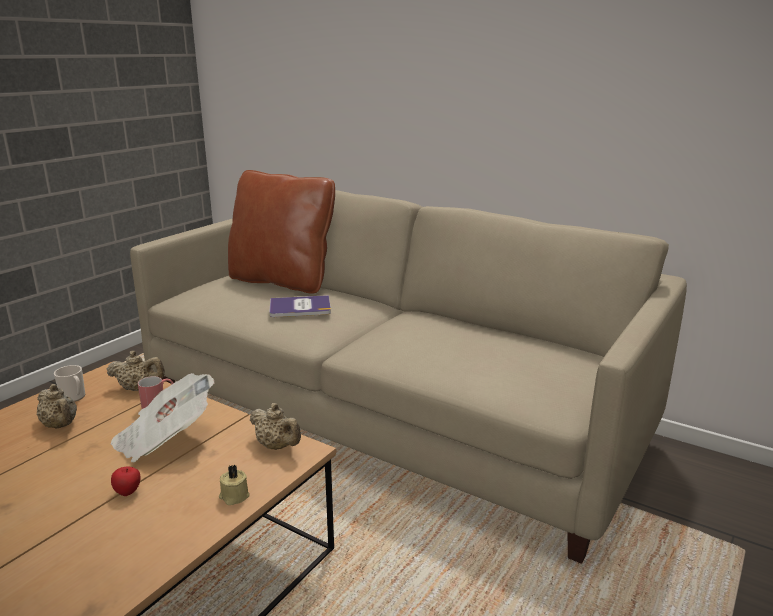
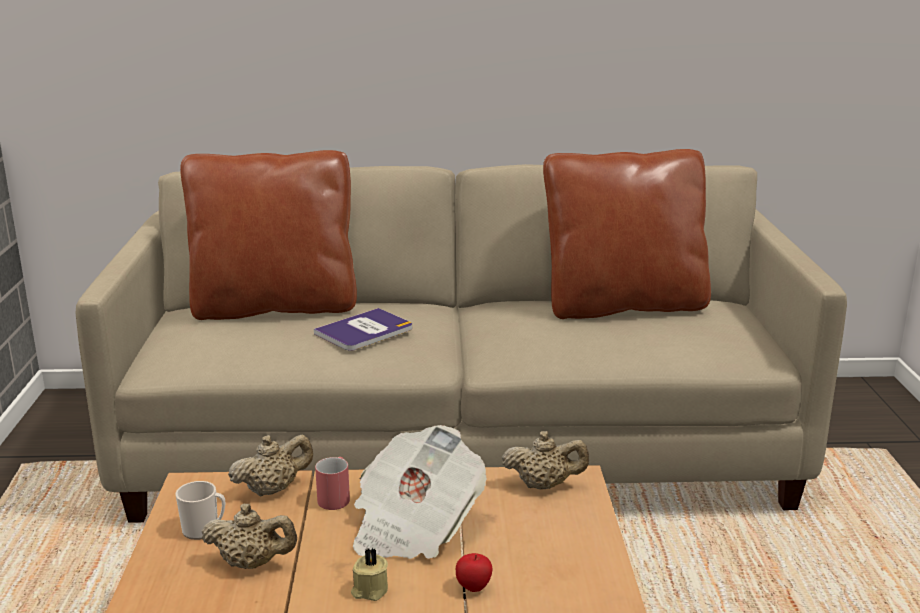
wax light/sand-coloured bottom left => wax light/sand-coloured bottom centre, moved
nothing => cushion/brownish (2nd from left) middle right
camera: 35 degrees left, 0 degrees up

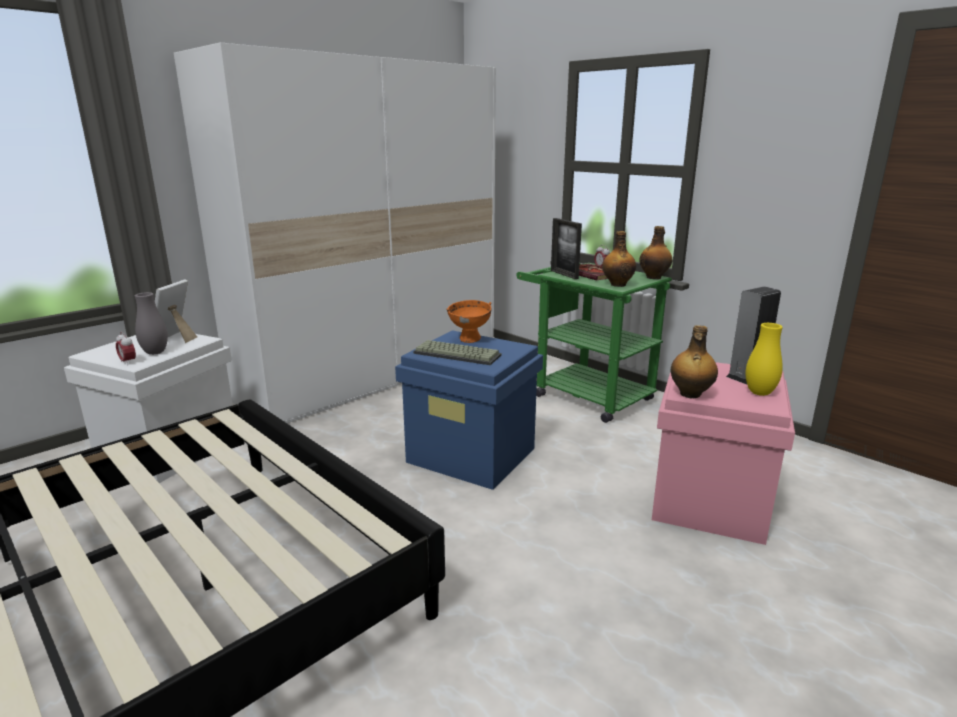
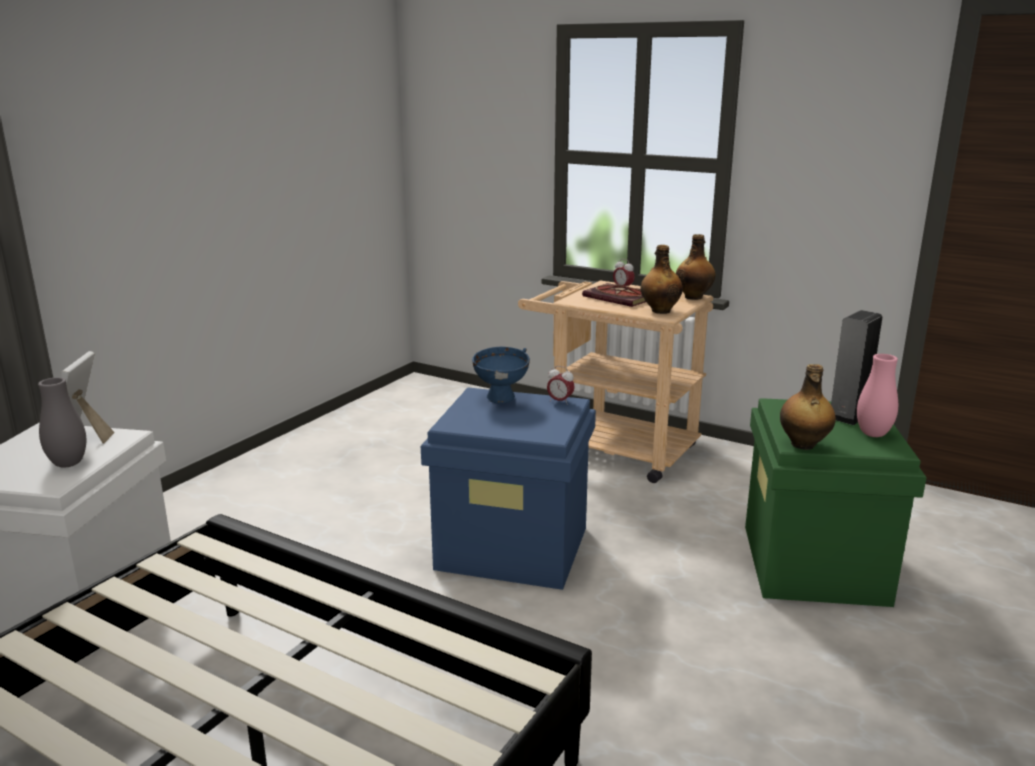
clothes cupboard/white-coloured top centre => nothing
picture frame (2nd from left) centre => nothing
cart/greenish centre => cart/sand-coloured centre
bowl/orangey centre => bowl/bluish centre
vase/yellow middle right => vase/pinkish middle right
table clock (1st from left) middle left => table clock (1st from left) centre, moved
computer keyboard centre => nothing
storage bin/pinkish middle right => storage bin/greenish middle right
camera: 15 degrees left, 0 degrees up

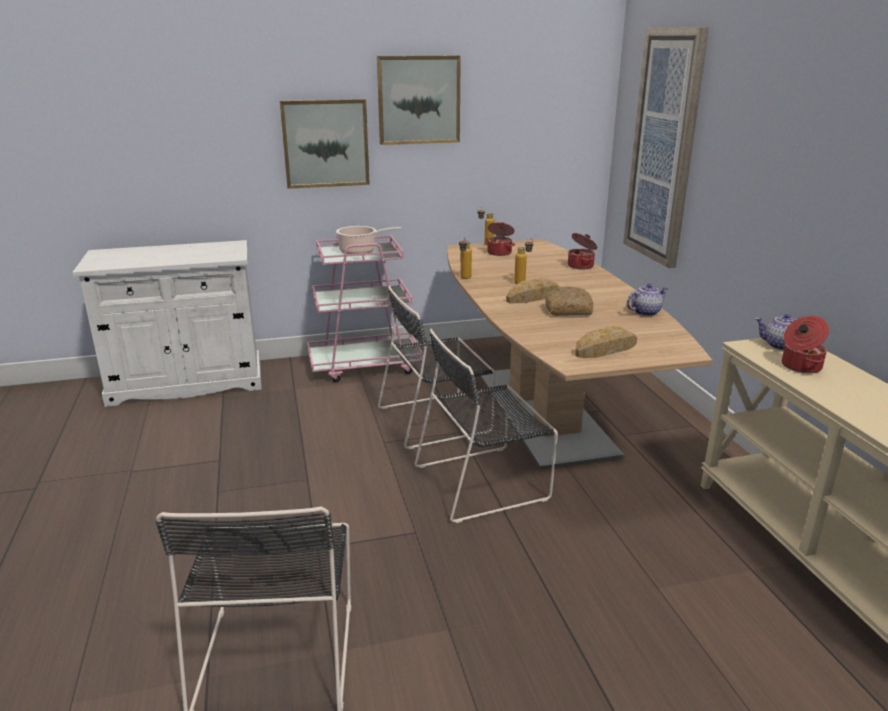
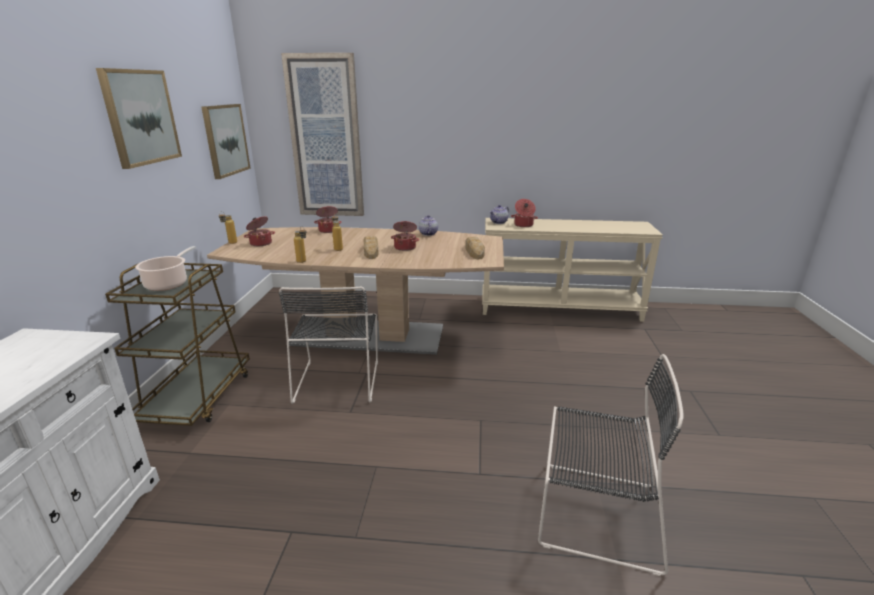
wall picture (1st from left in the first image) top centre => wall picture (2nd from left) top left, moved
cart/pinkish centre => cart/brownish middle left
baked bread (2nd from left) centre => cooking pot (4th from left) centre
plain chair/blackish (3rd from left) centre => nothing
camera: 70 degrees left, 0 degrees up

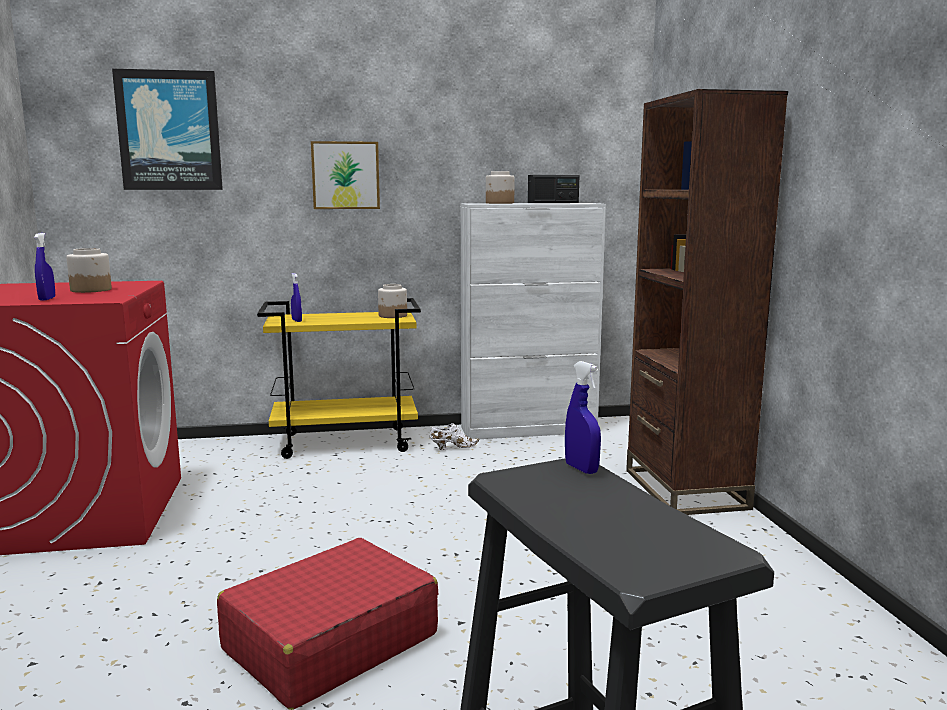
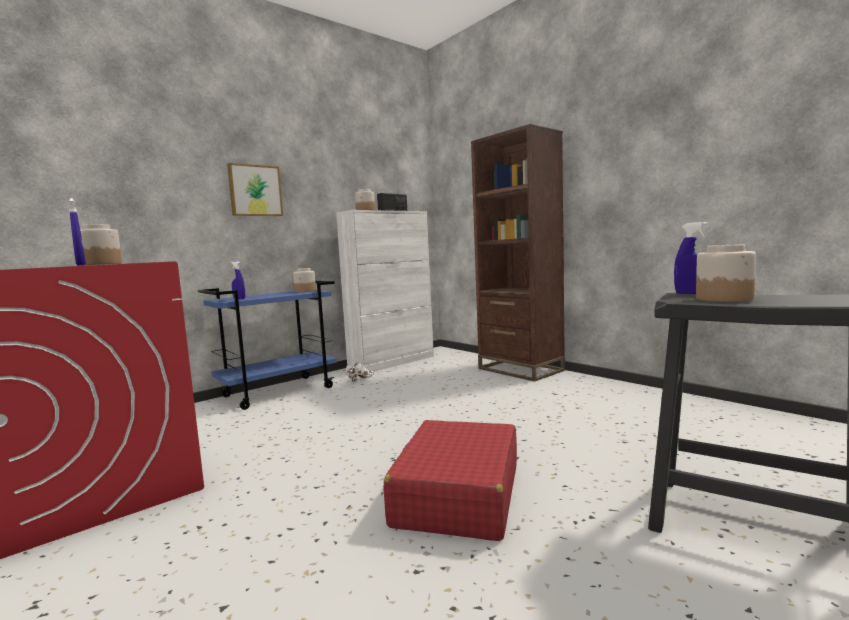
wall picture (1st from left) top left => nothing
cart/yellow centre => cart/bluish middle left
nothing => storage jar (4th from left) middle right
camera: 30 degrees left, 5 degrees down

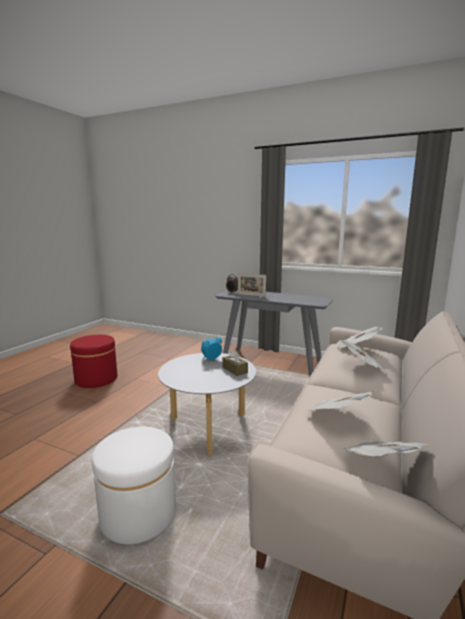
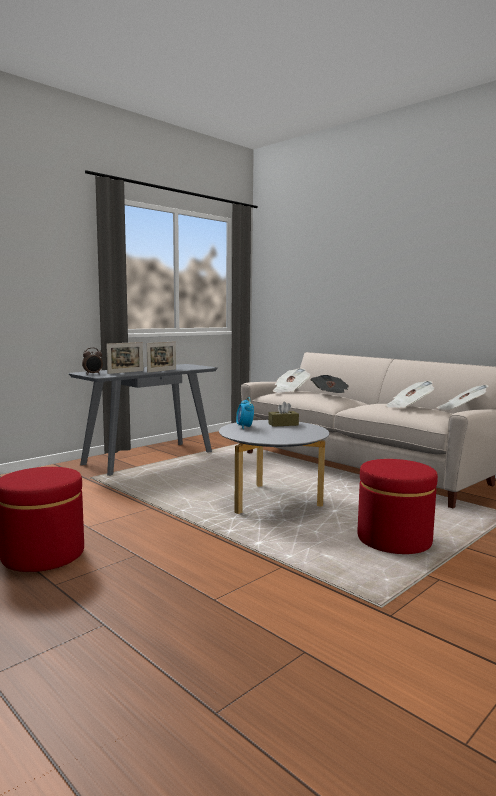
ottoman/white-coloured bottom left => ottoman/reddish (2nd from left) middle right
nothing => picture frame (2nd from left) middle left
camera: 70 degrees left, 5 degrees down

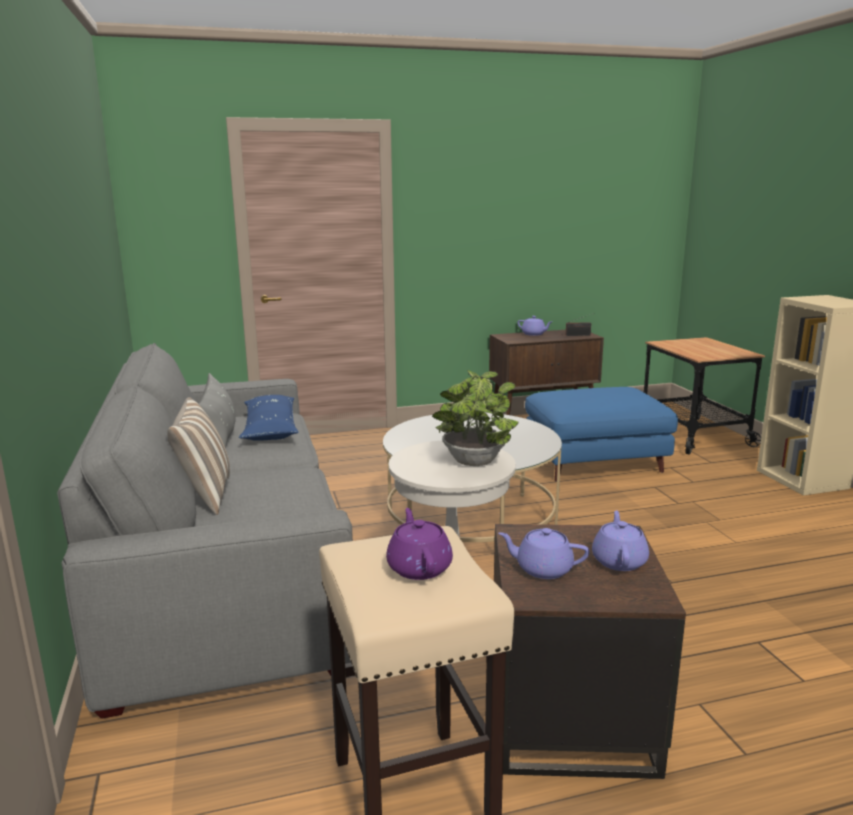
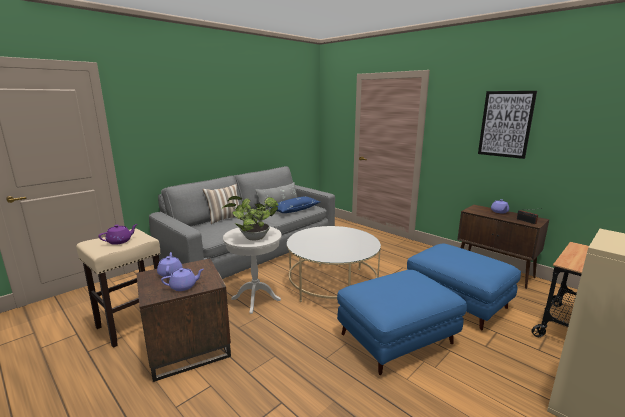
nothing => wall picture top right
nothing => ottoman/bluish (1st from left) bottom centre
camera: 60 degrees right, 0 degrees up

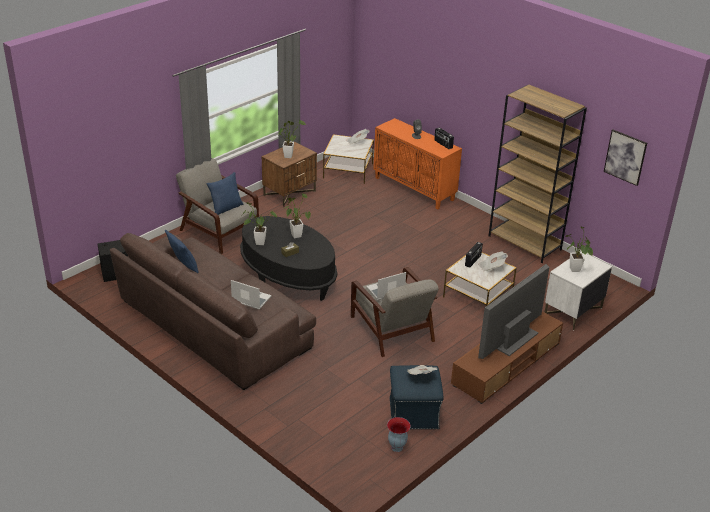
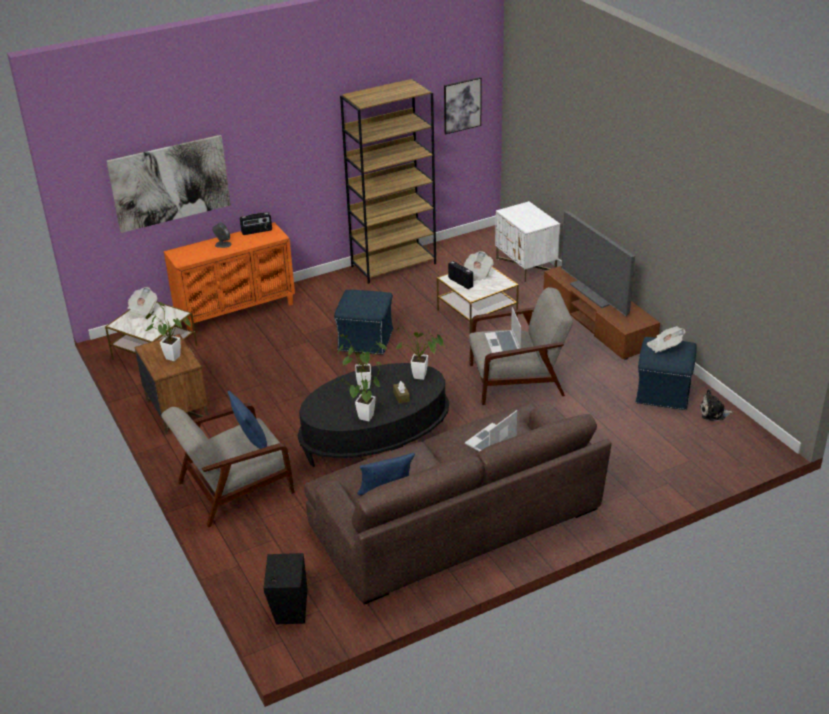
potted plant (4th from left) middle right => potted plant (4th from left) centre, moved
vase bottom centre => cuddly toy middle right
nothing => wall picture (1st from left) top left
nothing => ottoman/bluish (1st from left) centre
camera: 70 degrees left, 0 degrees up

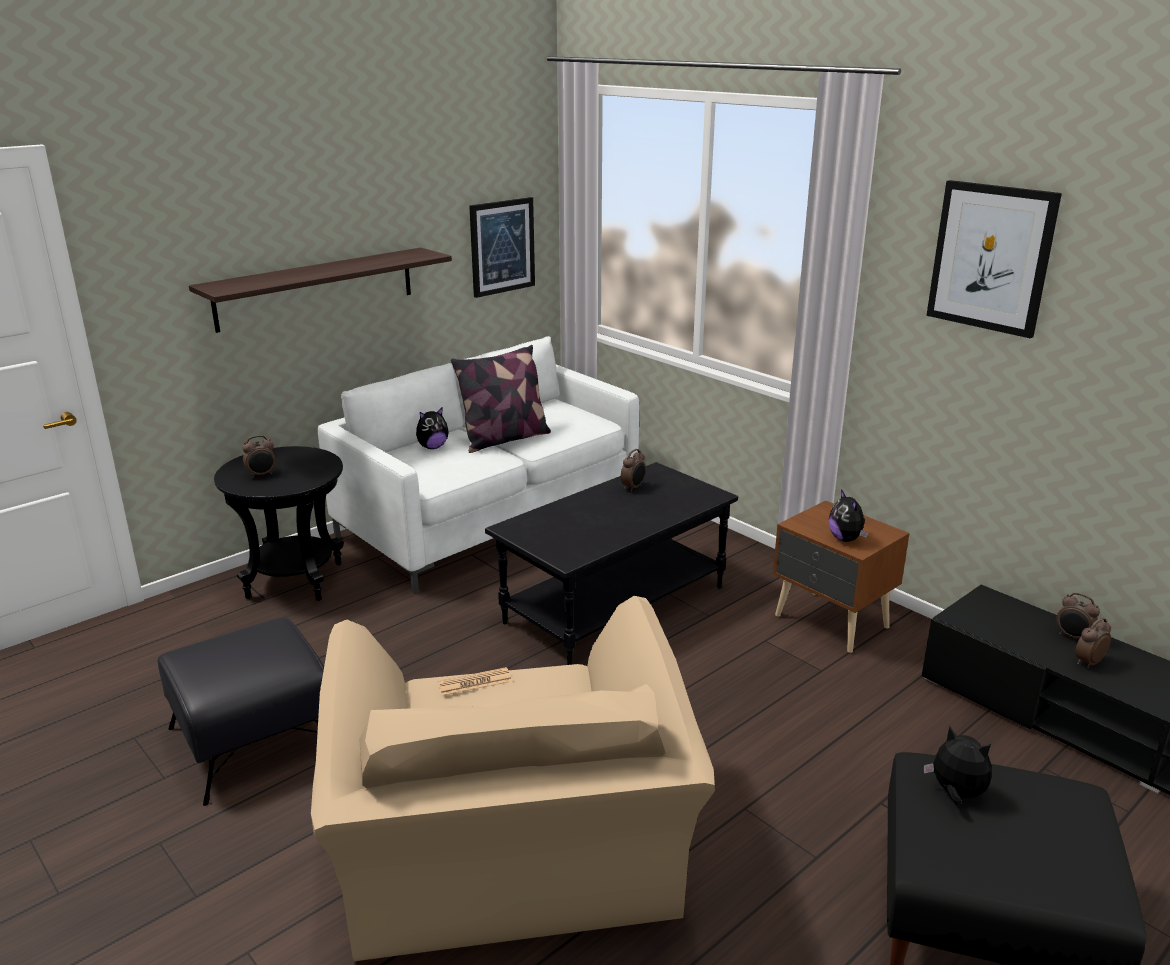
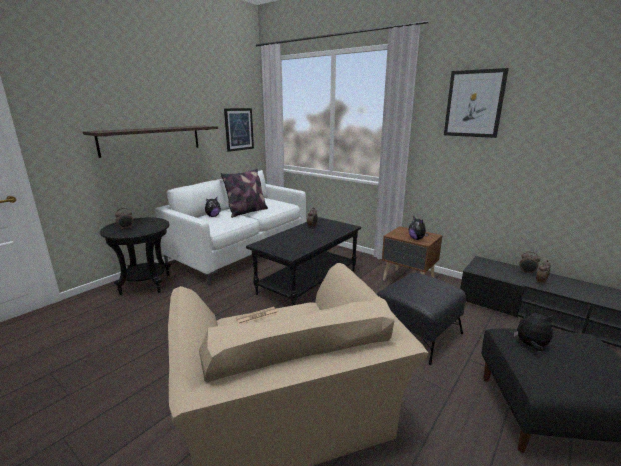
ottoman/blackish (1st from left) bottom left => ottoman/blackish (1st from left) bottom right, moved
camera: 10 degrees left, 5 degrees down

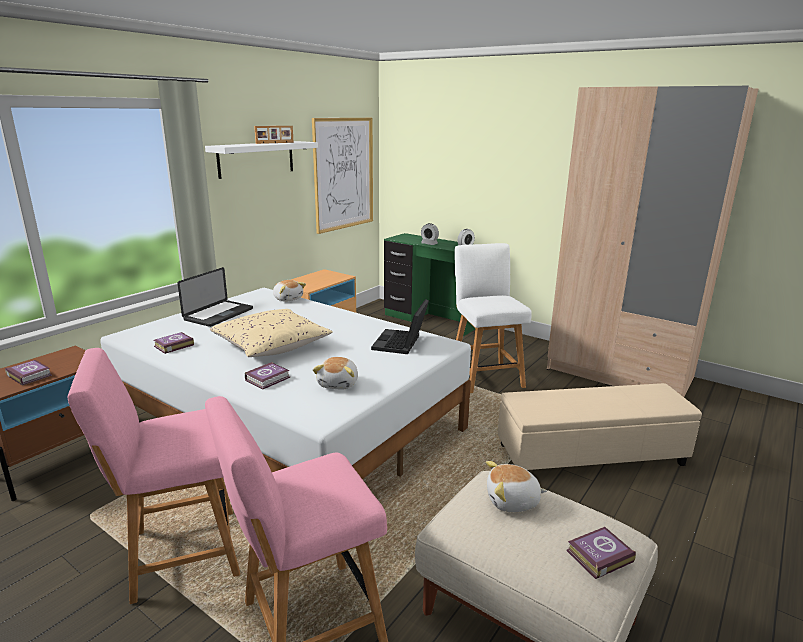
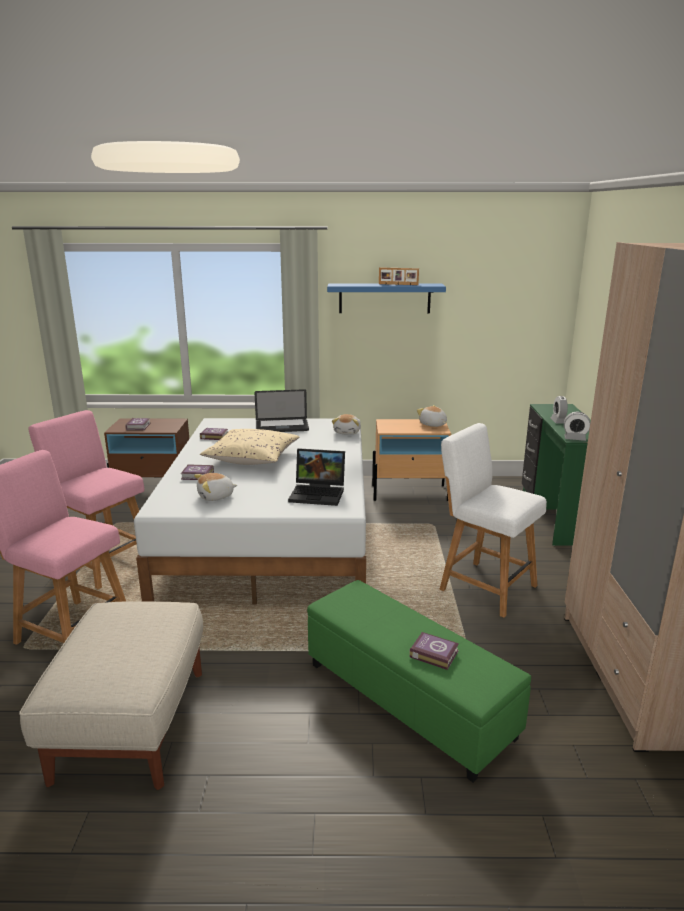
wall picture top centre => nothing
shelf/white-coloured top left => shelf/bluish top centre
plain chair/white-coloured centre => plain chair/white-coloured middle right, 90 degrees counterclockwise
laptop (2nd from left) centre, 150 degrees counterclockwise
ottoman/sand-coloured (2nd from left) middle right => ottoman/greenish bottom centre
cuddly toy (3rd from left) bottom centre => cuddly toy (3rd from left) centre, moved
book (4th from left) bottom right => book (4th from left) bottom centre, moved
camera: 55 degrees right, 0 degrees up

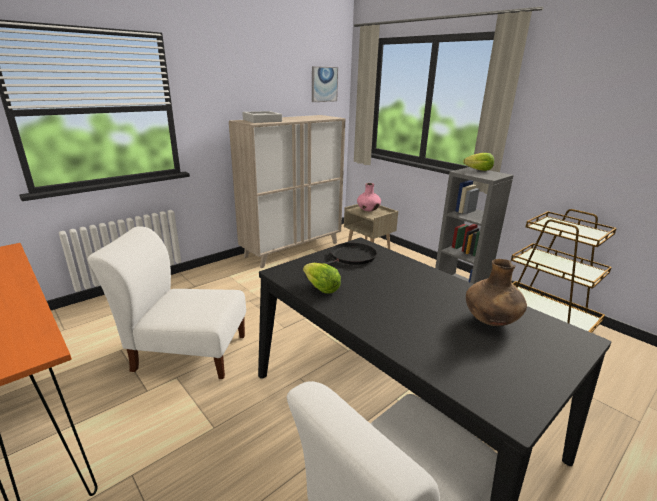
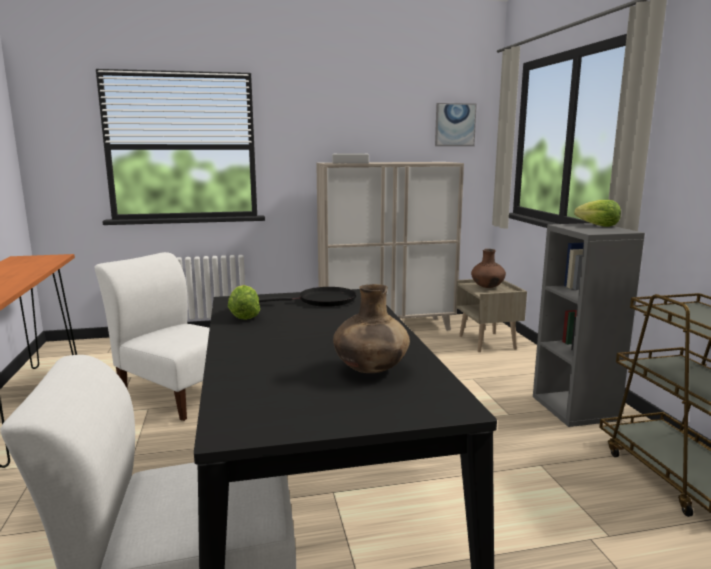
vase/pinkish centre => vase/brownish (2nd from left) middle right
camera: 30 degrees right, 10 degrees down

